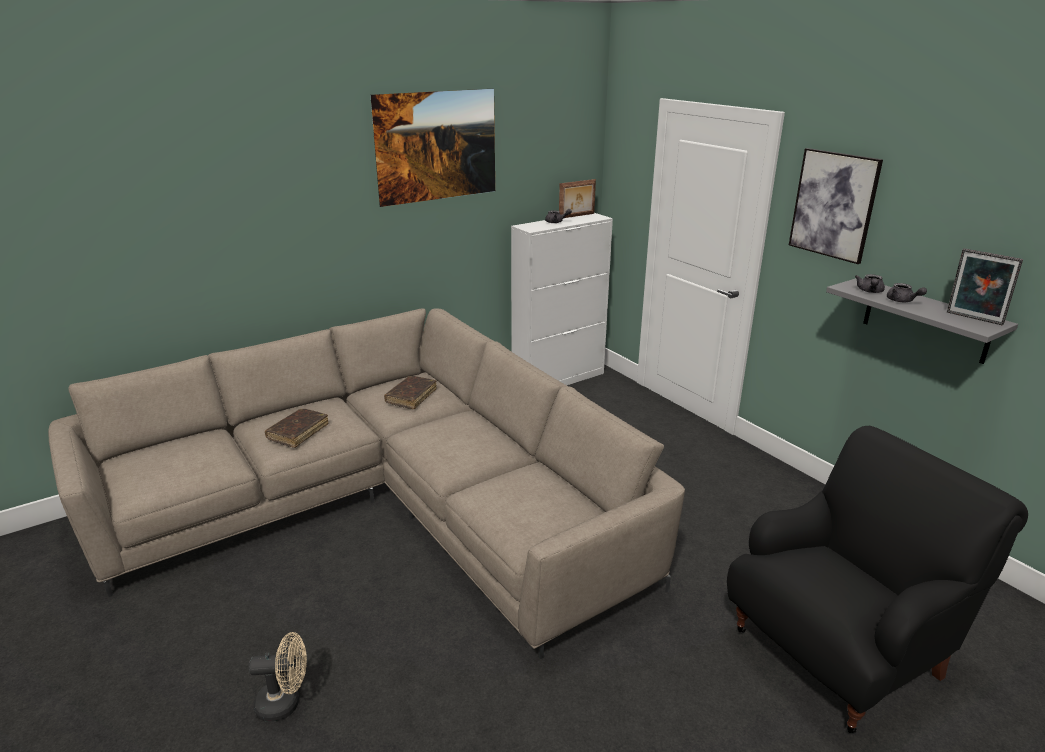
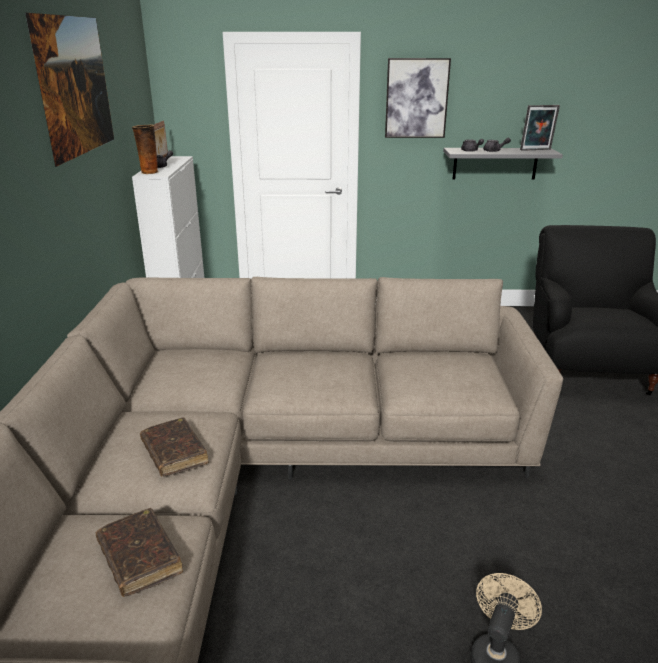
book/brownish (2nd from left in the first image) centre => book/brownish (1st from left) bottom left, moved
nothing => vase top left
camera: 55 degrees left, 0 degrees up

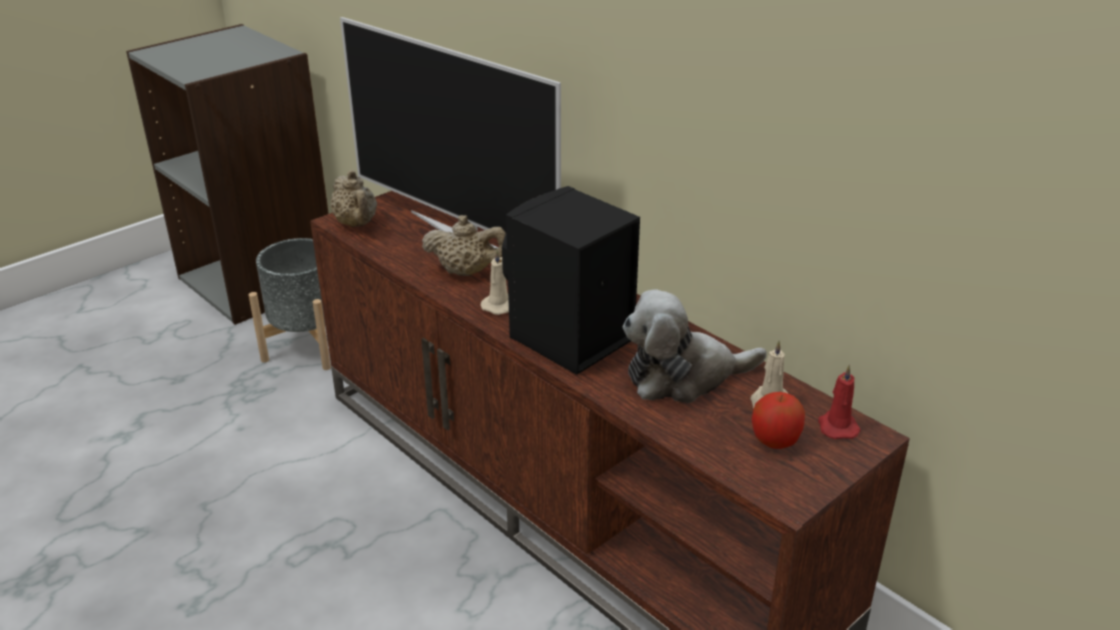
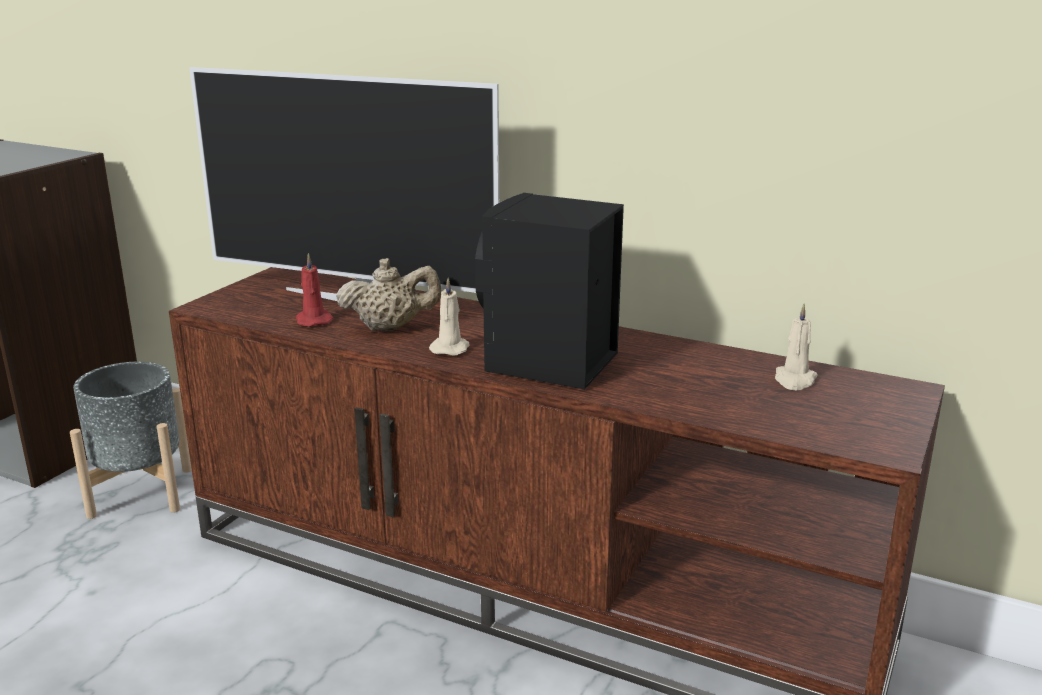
tea pot/sand-coloured (1st from left) top left => nothing
cuddly toy centre => nothing
wax light/reddish middle right => wax light/reddish middle left, moved
whole apple bottom right => nothing
camera: 20 degrees left, 10 degrees down

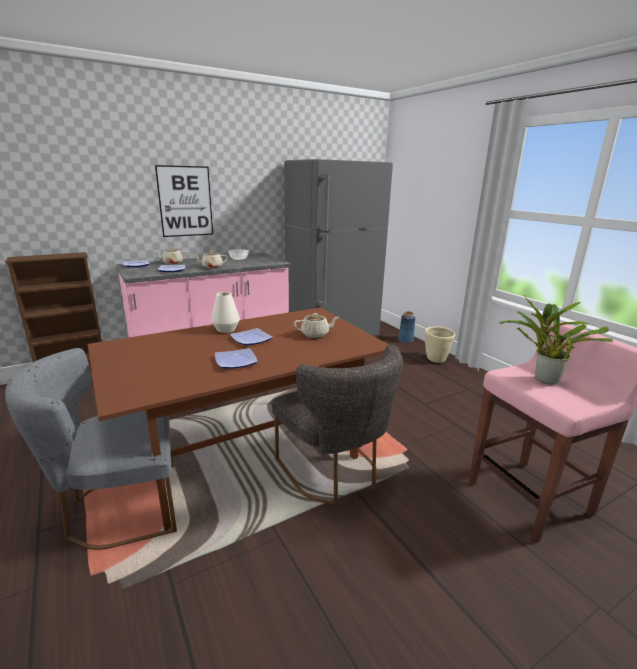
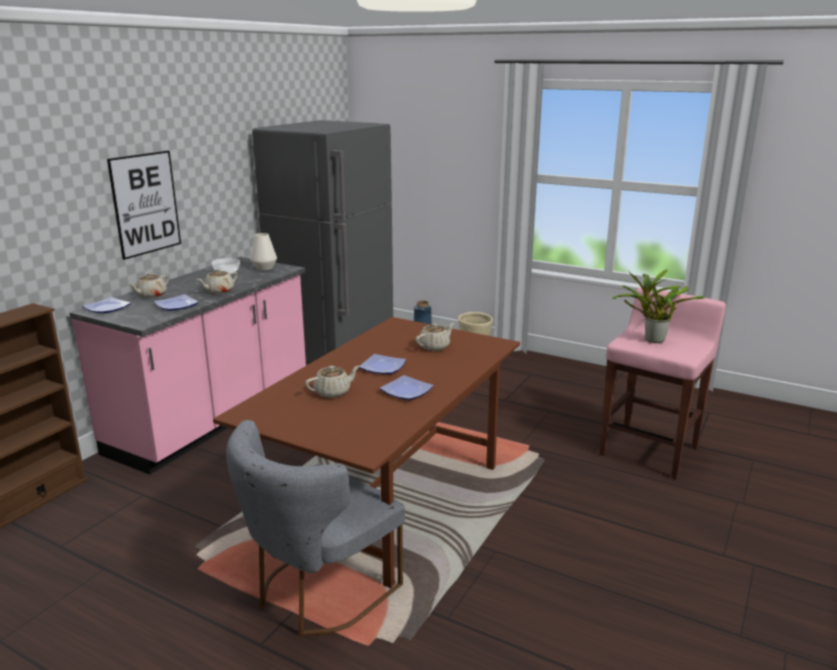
vase/white-coloured centre => vase/white-coloured middle left, moved
plain chair/grey (2nd from left) centre => nothing
nothing => tea pot/sand-coloured (3rd from left) centre
camera: 30 degrees left, 0 degrees up

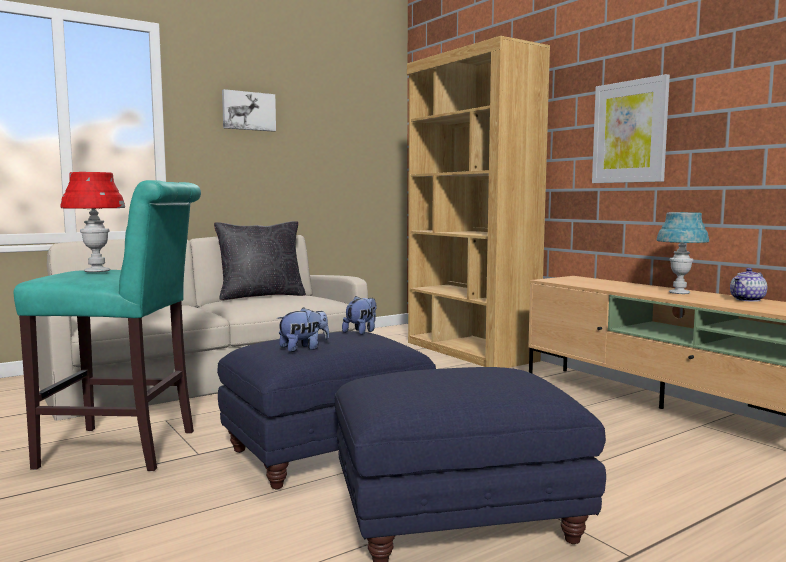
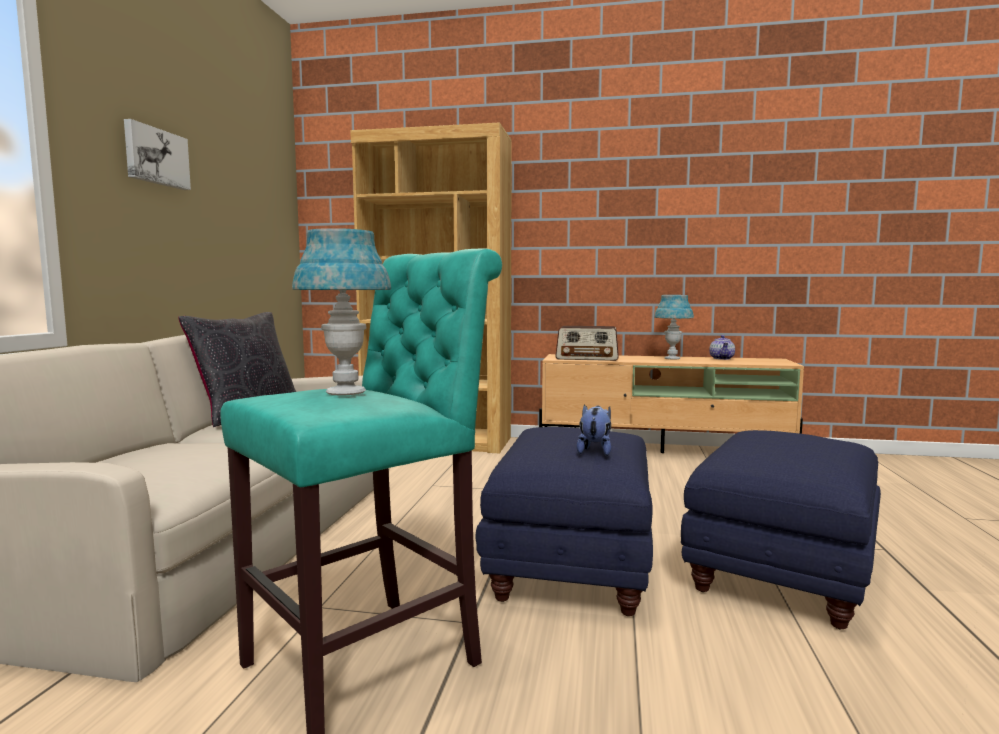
wall picture (2nd from left) top right => nothing
tabletop lamp/reddish middle left => tabletop lamp/bluish (1st from left) centre
cuddly toy (2nd from left) centre => nothing
nothing => radio set centre
camera: 45 degrees left, 0 degrees up

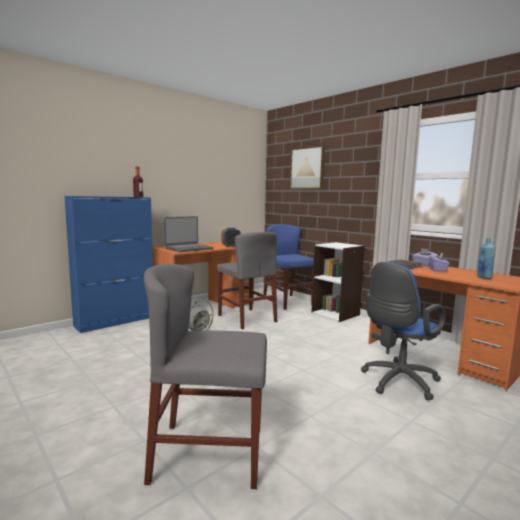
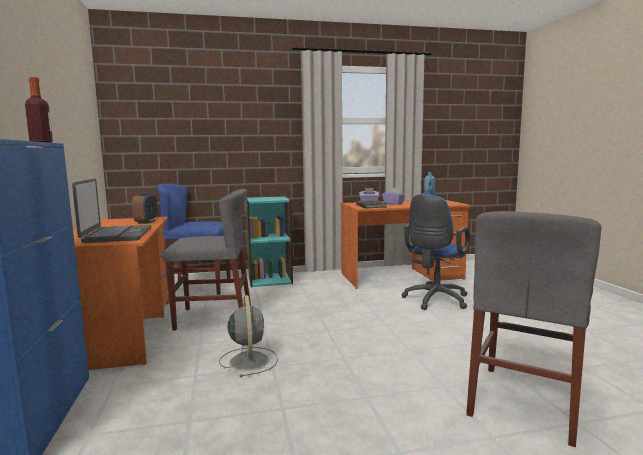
wall picture top centre => nothing
bookshelf/white-coloured centre => bookshelf/turquoise centre
office chair/bluish middle right, 45 degrees clockwise
camera: 60 degrees left, 0 degrees up

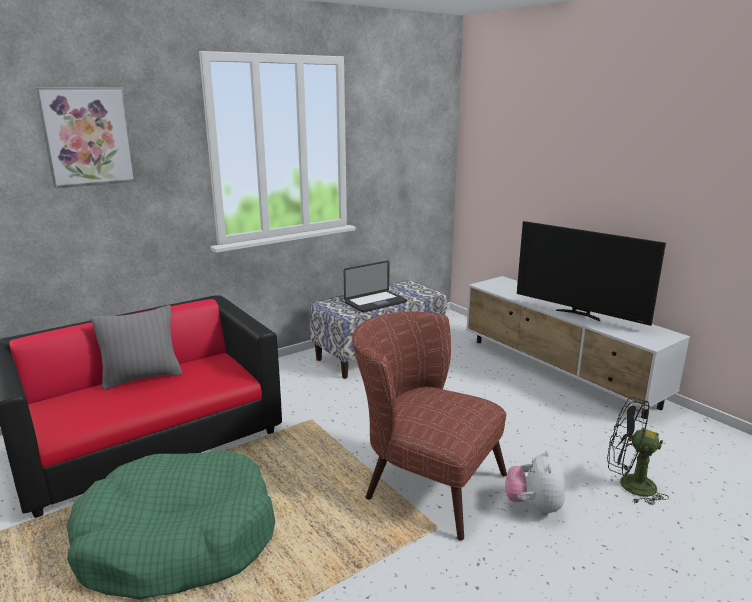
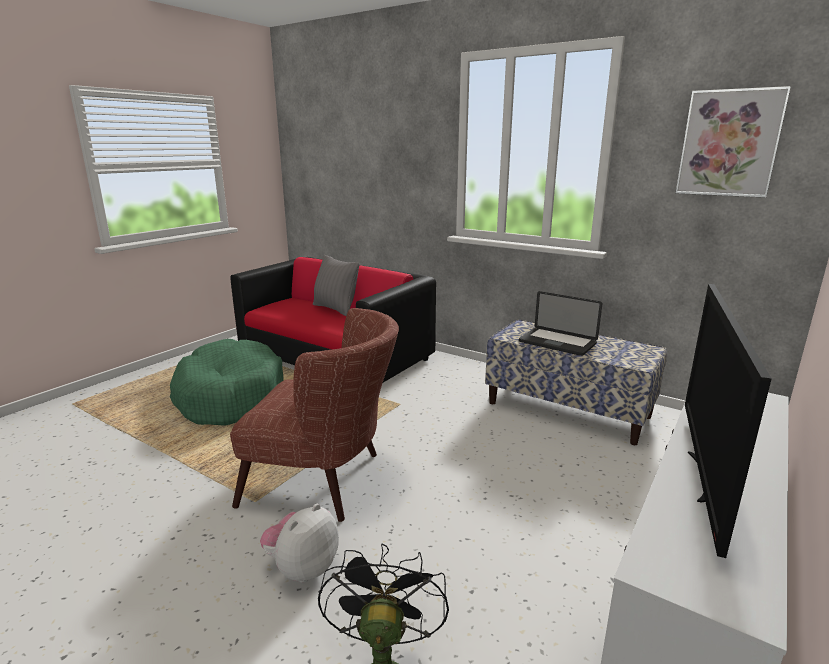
wall picture top left => wall picture top right, moved
armchair/brownish bottom centre => armchair/brownish centre, 90 degrees clockwise
cuddly toy bottom right => cuddly toy bottom centre, 45 degrees counterclockwise
camera: 70 degrees right, 0 degrees up

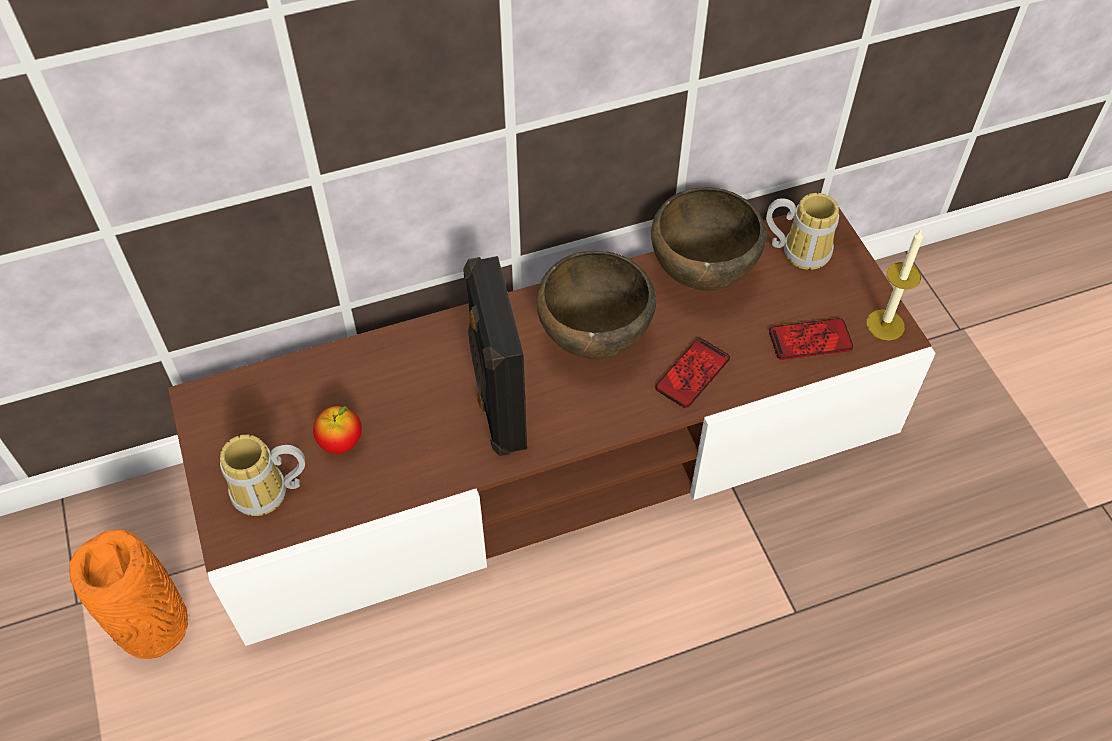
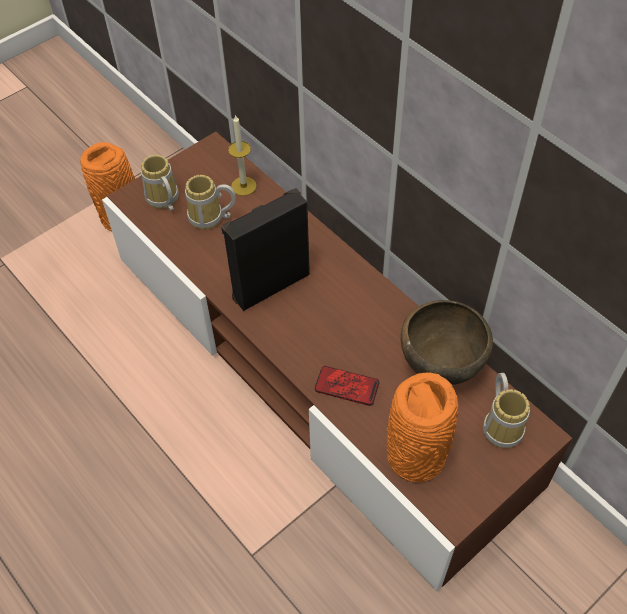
wax light middle right => wax light top centre, moved
bowl/brownish (1st from left) centre => nothing
phone (2nd from left) middle right => vase/orangey (2nd from left) bottom right
whole apple middle left => tea mug (2nd from left) top centre
camera: 70 degrees right, 0 degrees up

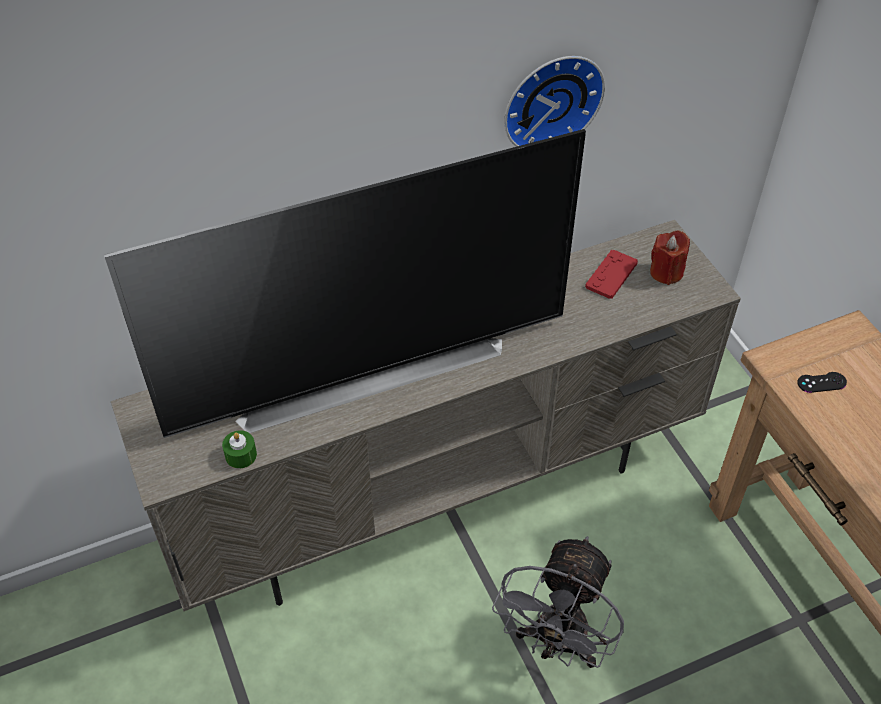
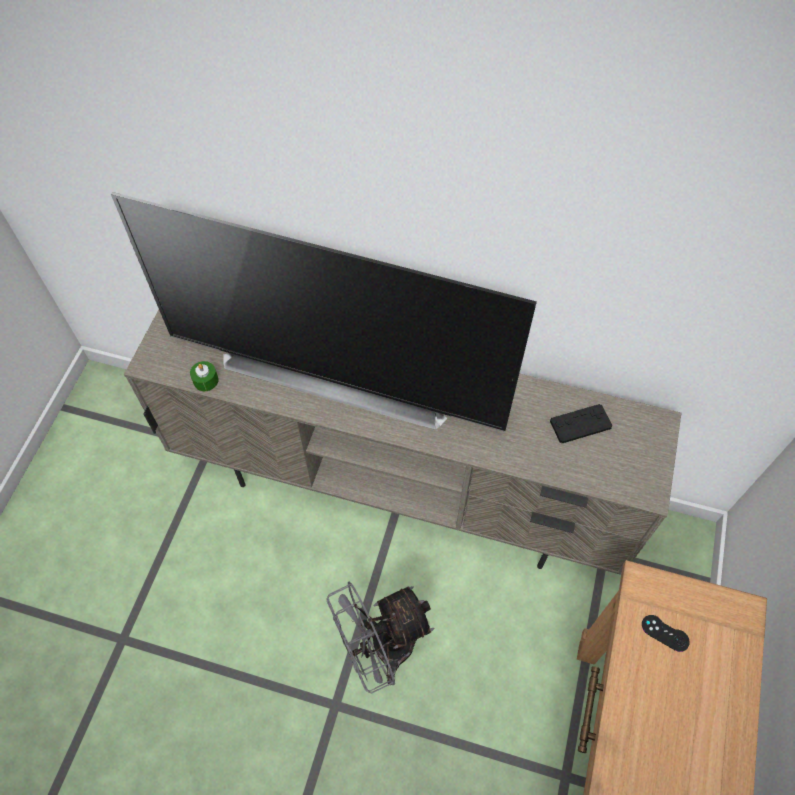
clock on the wall top centre => nothing
wax light/reddish middle right => nothing
joypad/reddish middle right => joypad/blackish (1st from left) middle right
camera: 40 degrees right, 10 degrees up

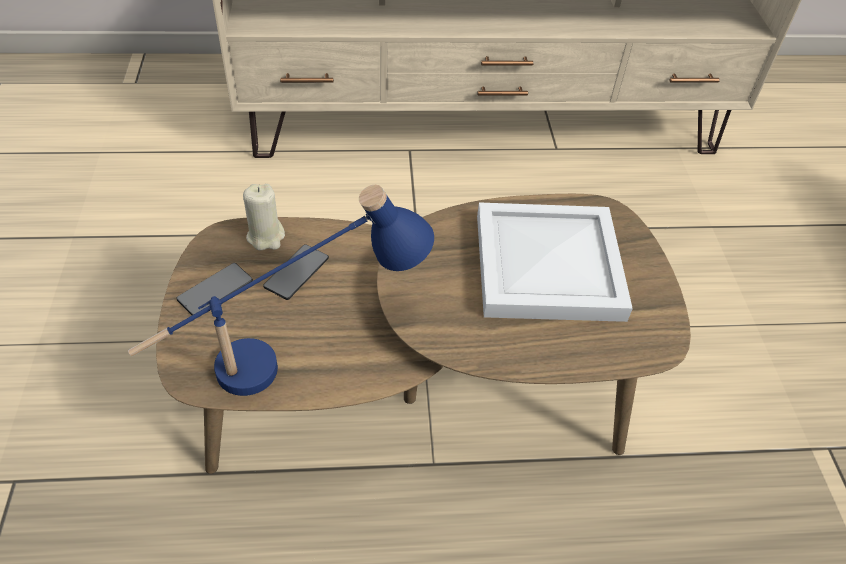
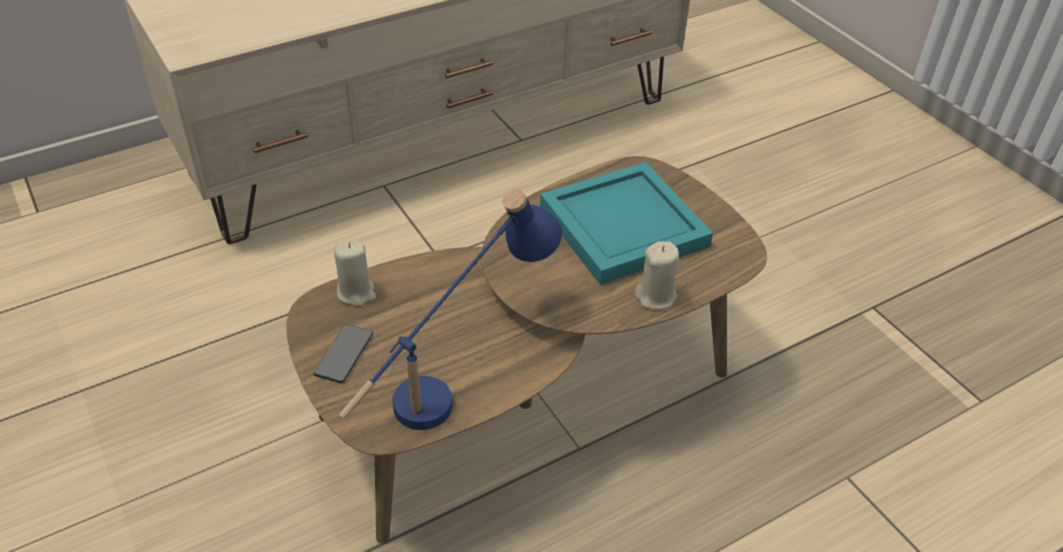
serving tray/white-coloured centre => serving tray/turquoise centre
phone (2nd from left) centre => nothing
nothing => wax light/sand-coloured (2nd from left) centre
camera: 25 degrees left, 5 degrees down

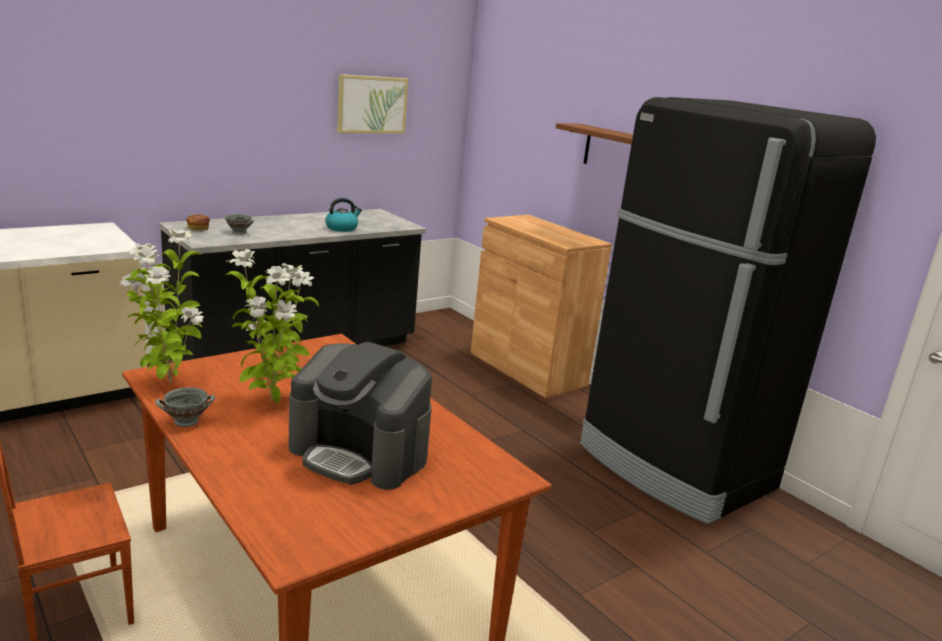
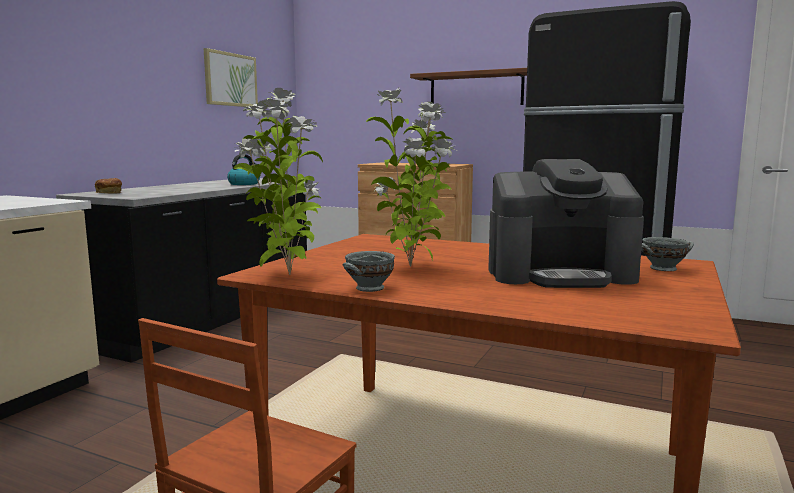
bowl/grey (2nd from left) middle left => bowl/grey (2nd from left) middle right, moved
camera: 25 degrees left, 10 degrees down

